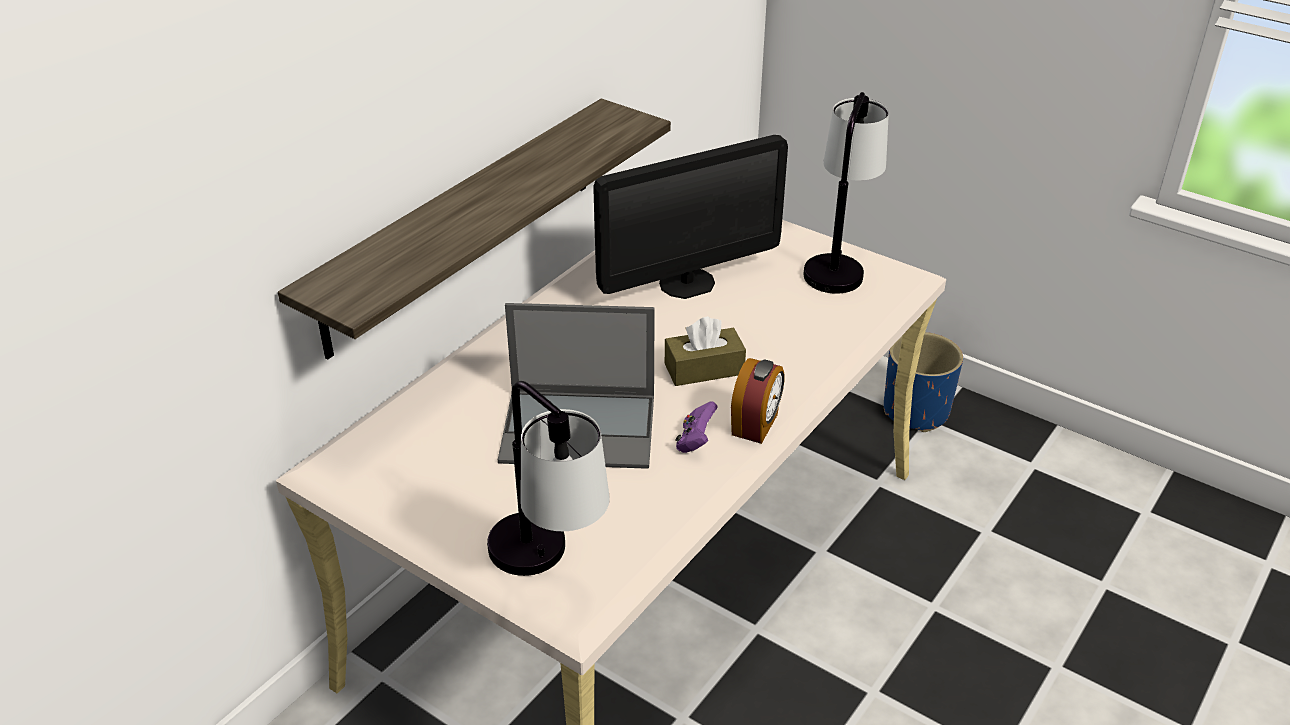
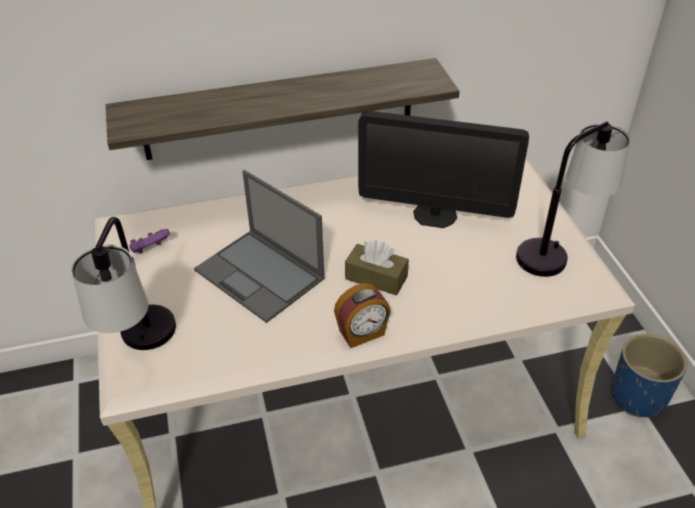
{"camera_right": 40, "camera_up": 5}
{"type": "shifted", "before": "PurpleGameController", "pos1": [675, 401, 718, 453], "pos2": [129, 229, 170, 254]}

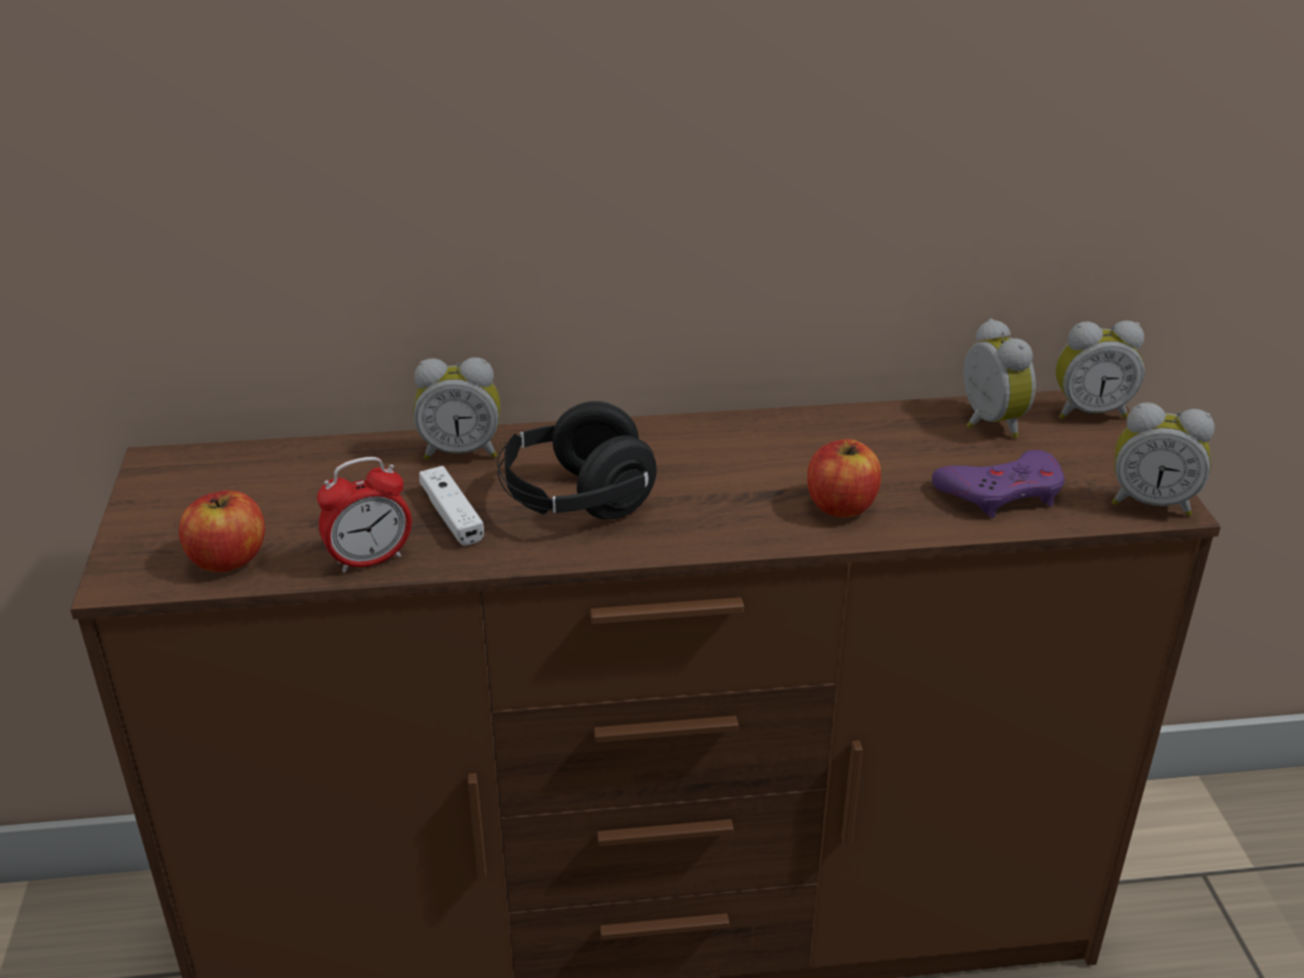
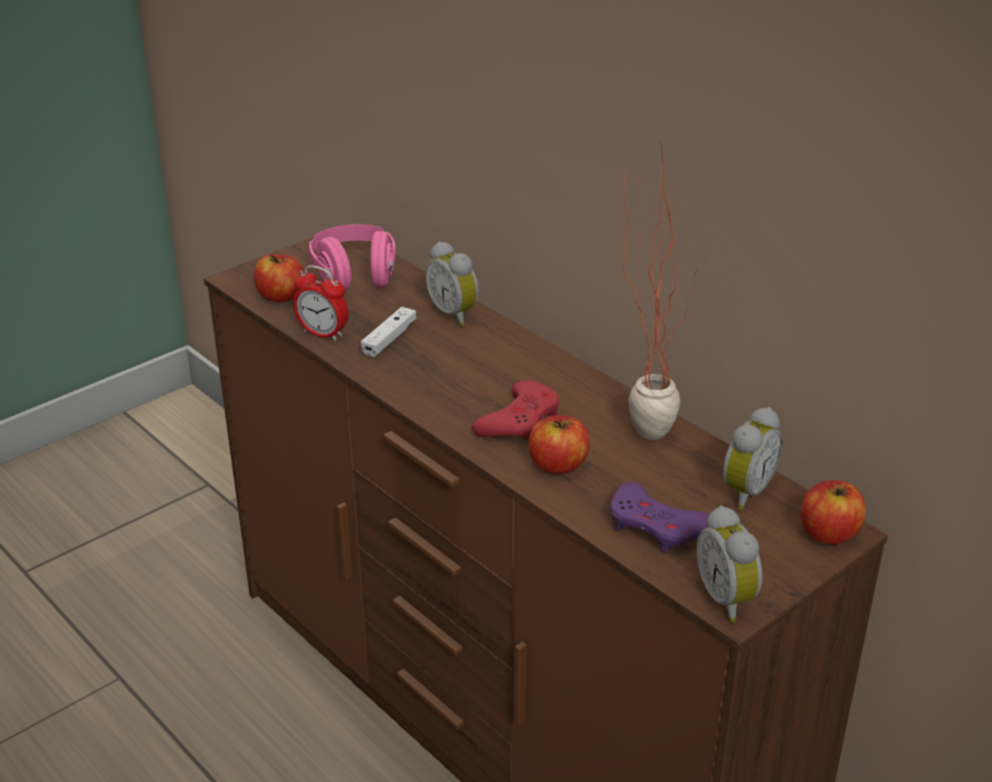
{"camera_right": 55, "camera_up": 0}
{"type": "swapped", "before": "AlarmClock", "after": "Apple", "pos1": [1055, 321, 1145, 420], "pos2": [801, 480, 866, 545]}
{"type": "gone", "before": "BlackHeadphones", "pos1": [497, 401, 657, 519]}
{"type": "new", "after": "PottedPlant", "pos2": [623, 140, 697, 441]}
{"type": "new", "after": "PinkHeadphones", "pos2": [309, 224, 396, 291]}
{"type": "new", "after": "RedGameController", "pos2": [472, 380, 559, 440]}

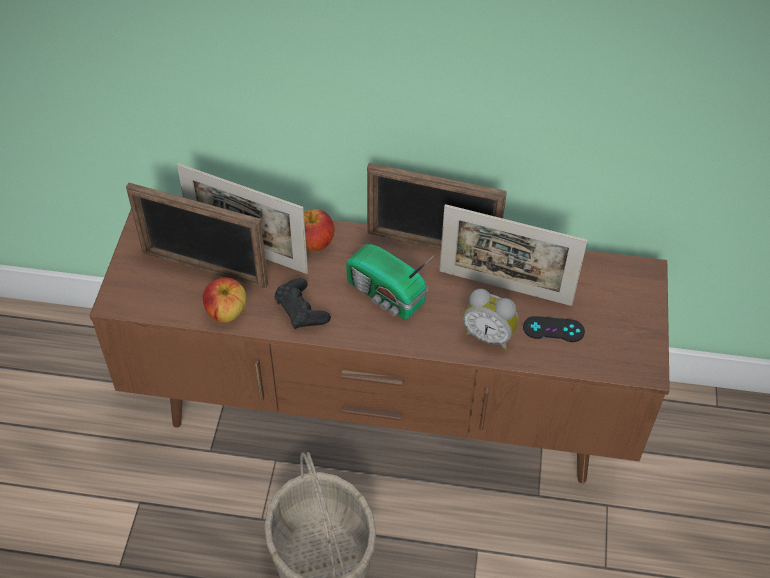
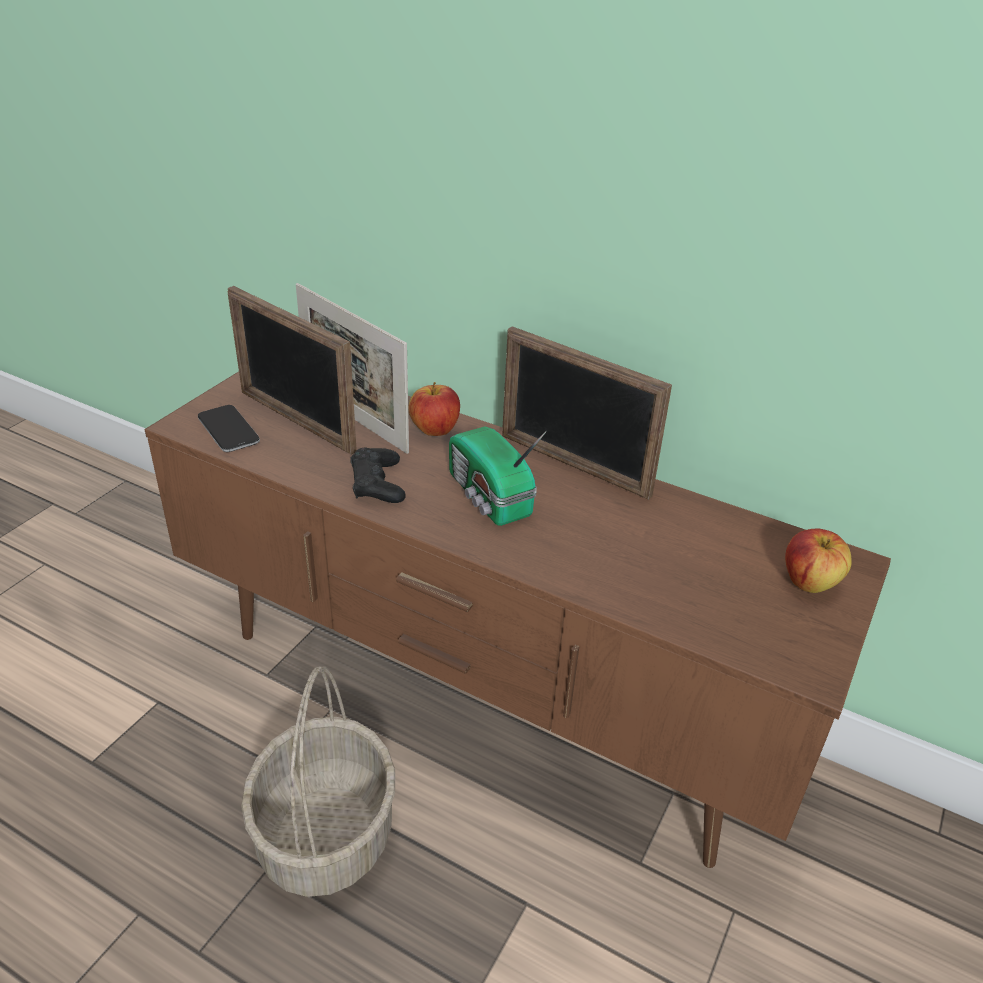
{"camera_right": 20, "camera_up": -15}
{"type": "gone", "before": "PictureFrame", "pos1": [439, 204, 588, 306]}
{"type": "shifted", "before": "Apple", "pos1": [203, 278, 247, 323], "pos2": [785, 529, 852, 593]}
{"type": "gone", "before": "AlarmClock", "pos1": [463, 289, 519, 350]}
{"type": "gone", "before": "BlackGameController", "pos1": [523, 316, 585, 342]}
{"type": "new", "after": "Phone", "pos2": [198, 405, 260, 452]}

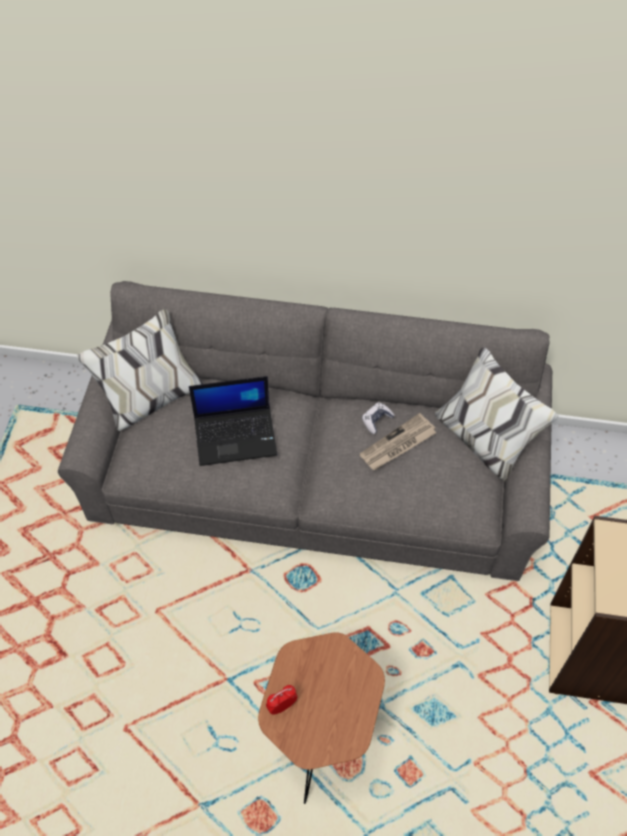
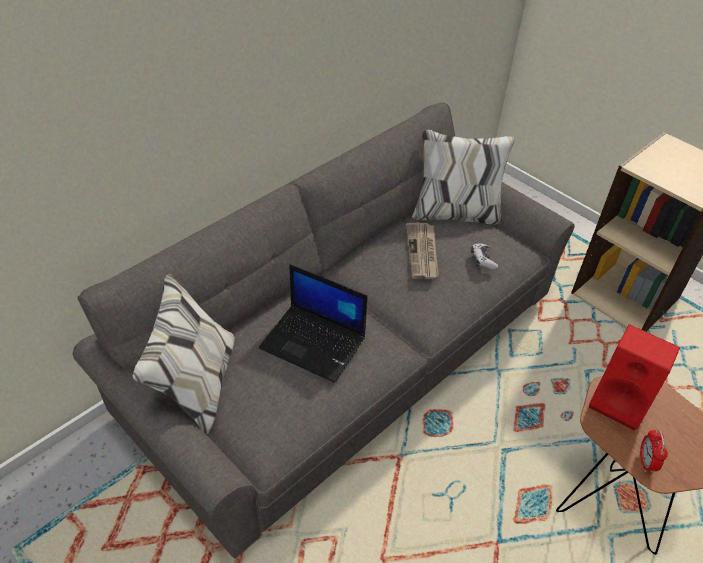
{"camera_right": -55, "camera_up": -10}
{"type": "rotated", "before": "Laptop", "pos1": [189, 376, 277, 466], "pos2": [259, 264, 368, 383], "turn": 90}
{"type": "shifted", "before": "GameController", "pos1": [362, 402, 395, 434], "pos2": [471, 243, 498, 270]}
{"type": "new", "after": "RedSpeaker", "pos2": [589, 324, 680, 431]}

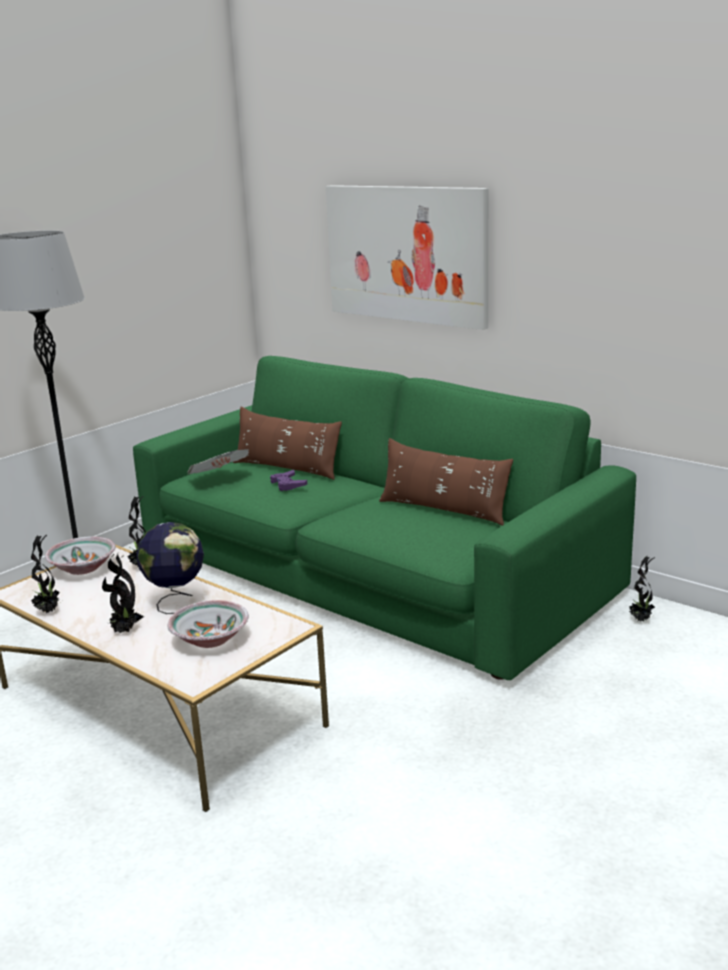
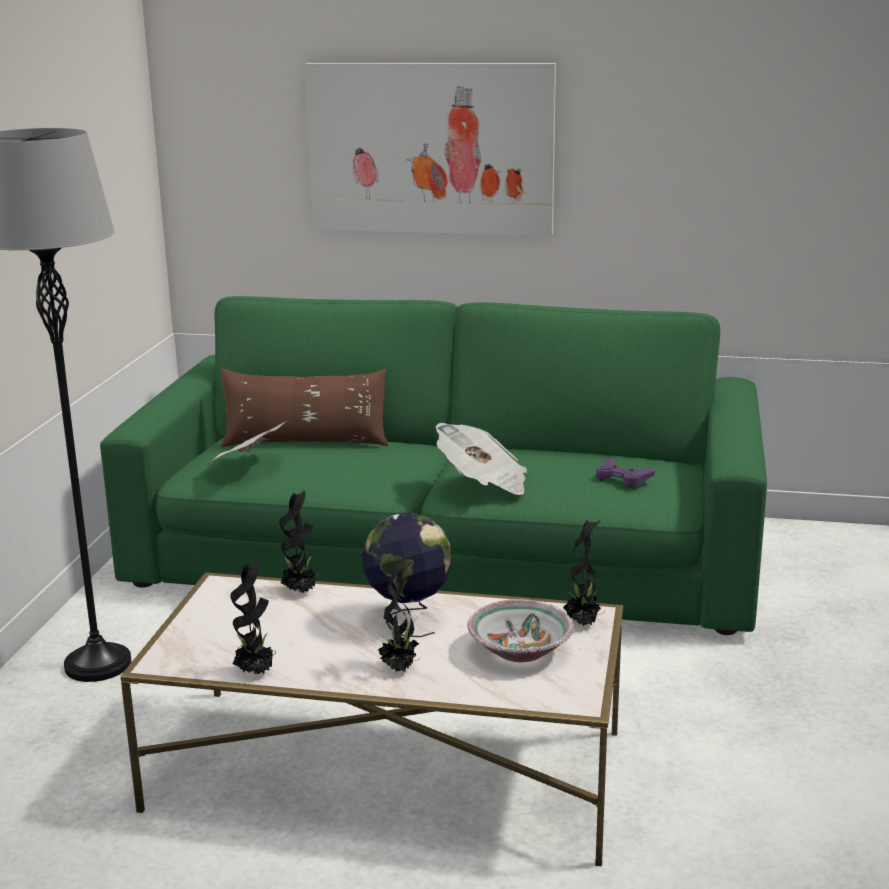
{"camera_right": -30, "camera_up": 0}
{"type": "gone", "before": "BrownPillow", "pos1": [379, 438, 513, 526]}
{"type": "shifted", "before": "PurpleGameController", "pos1": [270, 470, 307, 491], "pos2": [596, 458, 655, 488]}
{"type": "gone", "before": "Bowl", "pos1": [45, 536, 116, 575]}
{"type": "shifted", "before": "PottedPlant", "pos1": [629, 556, 655, 622], "pos2": [563, 520, 605, 625]}
{"type": "new", "after": "Newspaper", "pos2": [436, 423, 527, 495]}

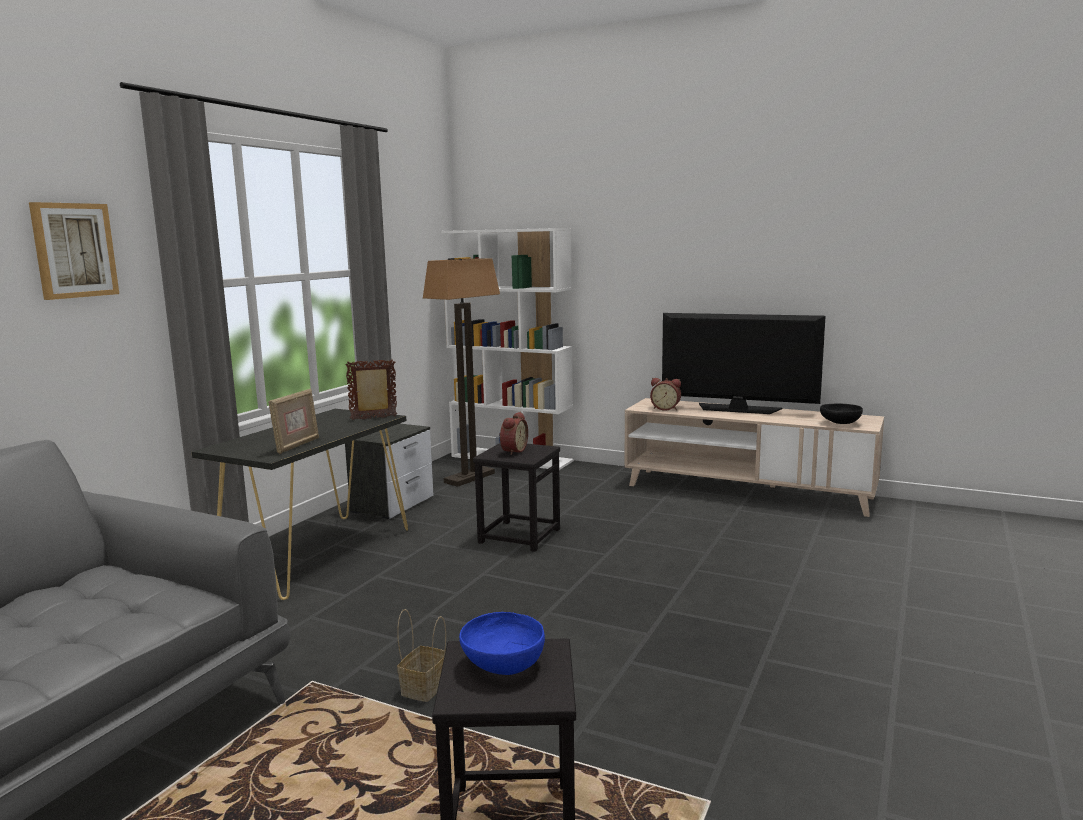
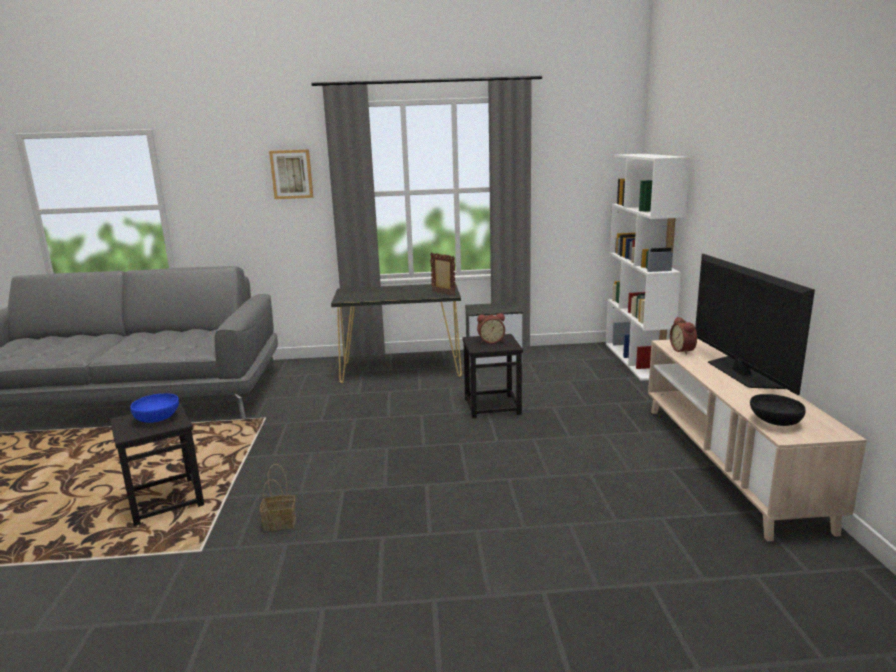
{"camera_right": 60, "camera_up": 5}
{"type": "gone", "before": "FloorLamp", "pos1": [423, 258, 500, 487]}
{"type": "gone", "before": "PictureFrame", "pos1": [268, 388, 319, 454]}
{"type": "shifted", "before": "Basket", "pos1": [397, 609, 446, 702], "pos2": [260, 464, 296, 531]}

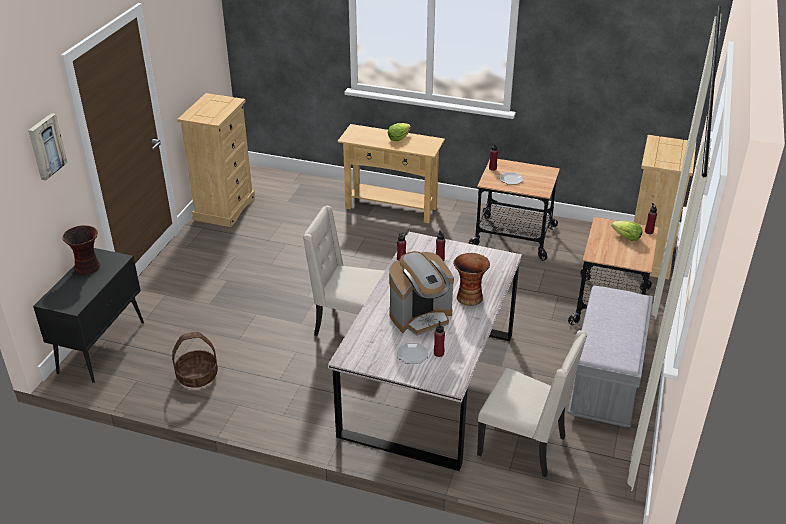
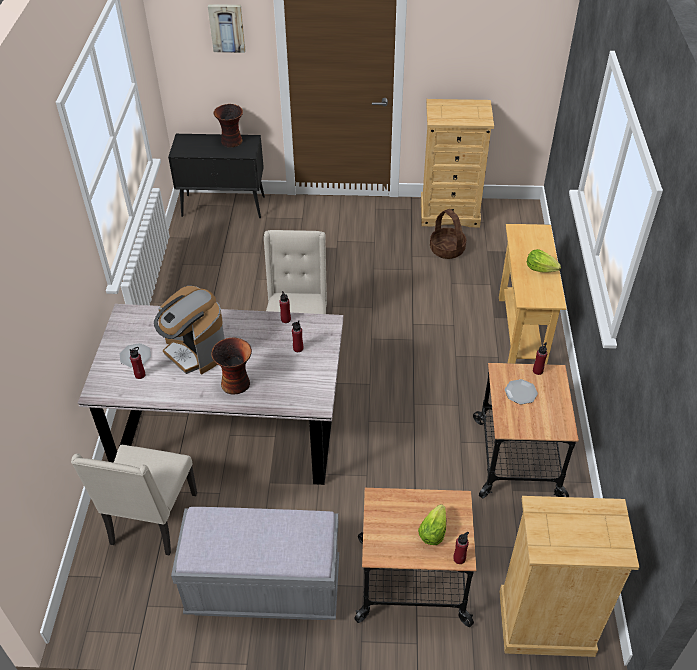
{"camera_right": 75, "camera_up": 10}
{"type": "shifted", "before": "Basket", "pos1": [172, 332, 218, 388], "pos2": [430, 209, 466, 259]}

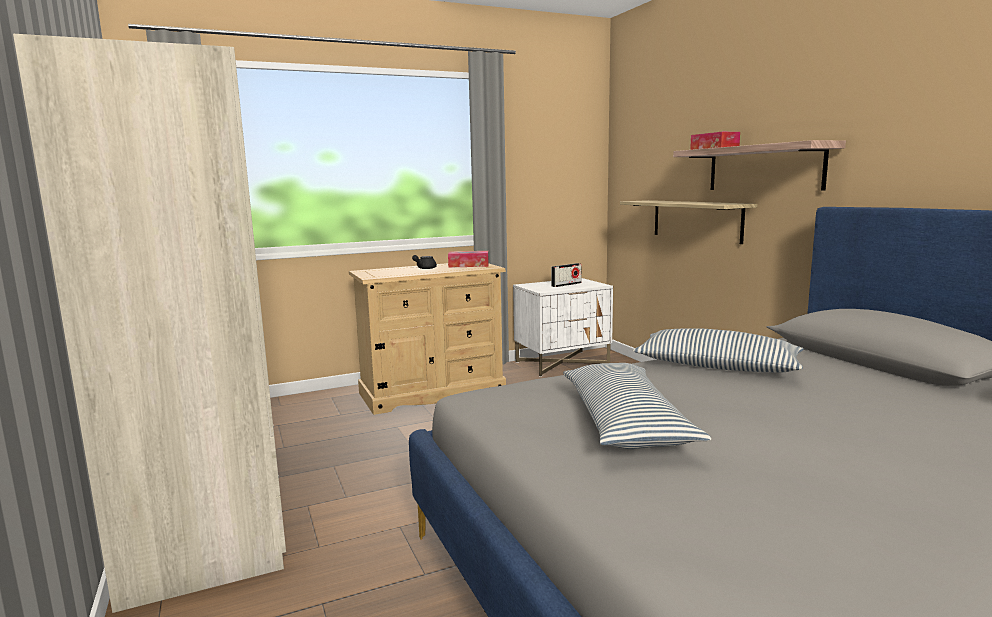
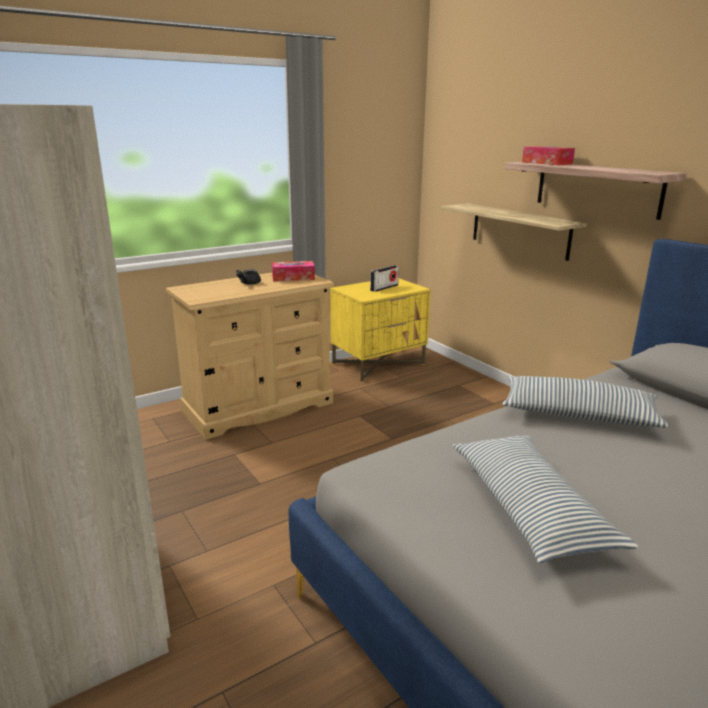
{"camera_right": -10, "camera_up": 10}
{"type": "repainted", "before": "WhiteNightstand", "after": "YellowNightstand", "pos1": [513, 278, 613, 377], "pos2": [330, 278, 431, 382]}

